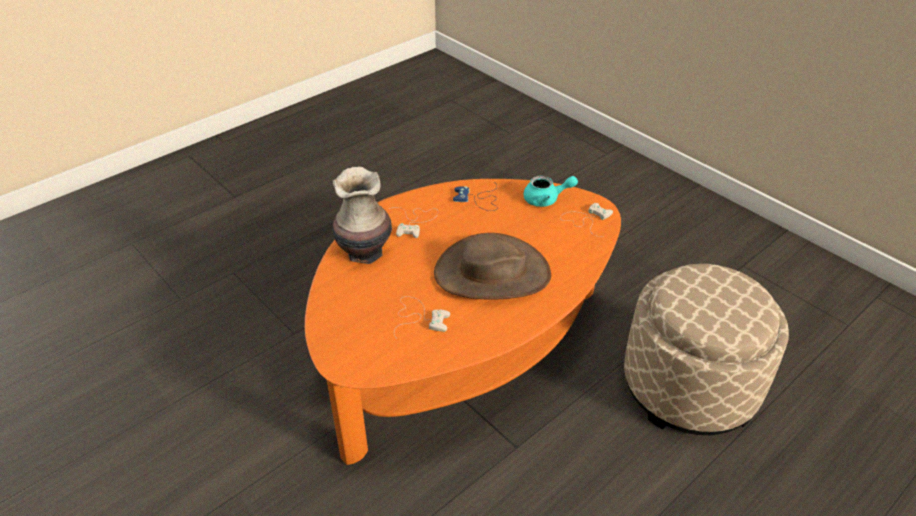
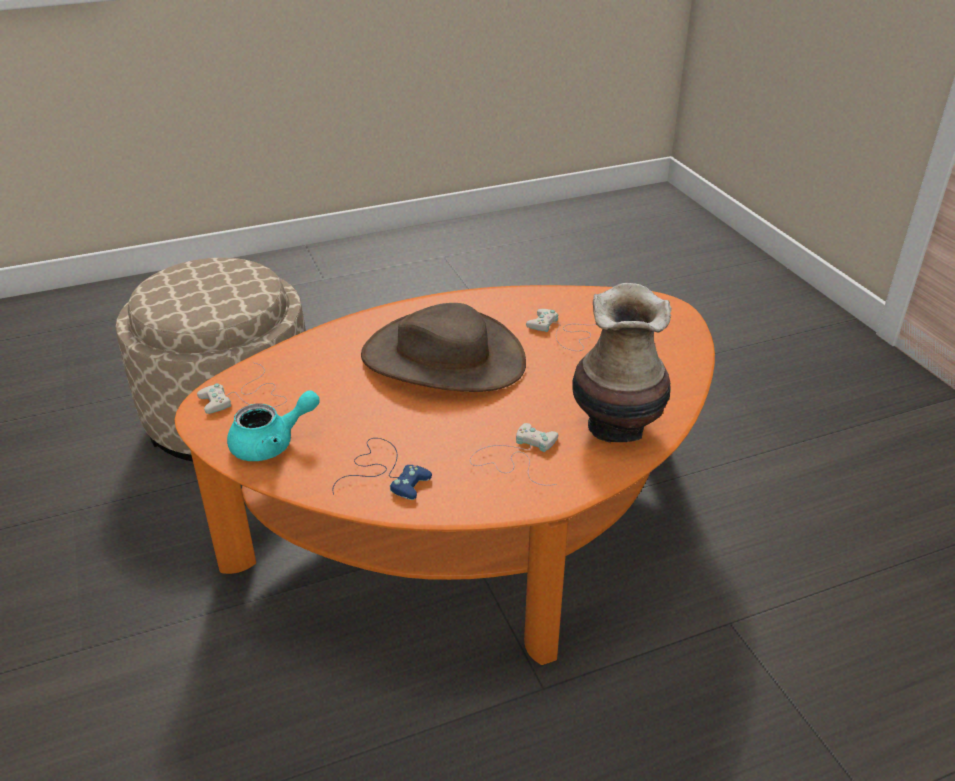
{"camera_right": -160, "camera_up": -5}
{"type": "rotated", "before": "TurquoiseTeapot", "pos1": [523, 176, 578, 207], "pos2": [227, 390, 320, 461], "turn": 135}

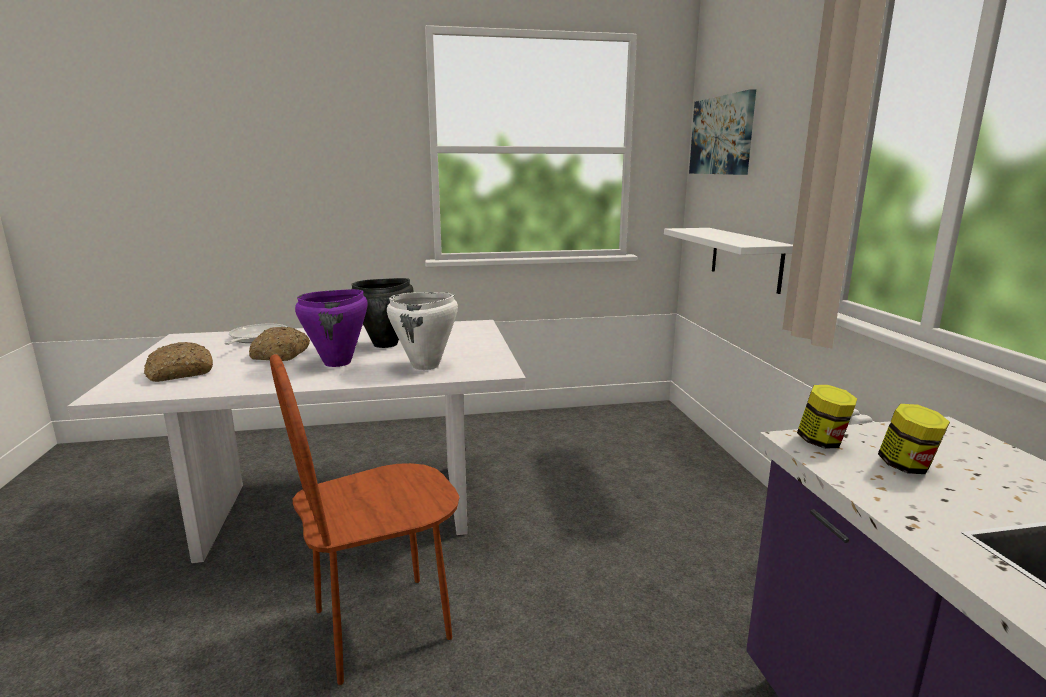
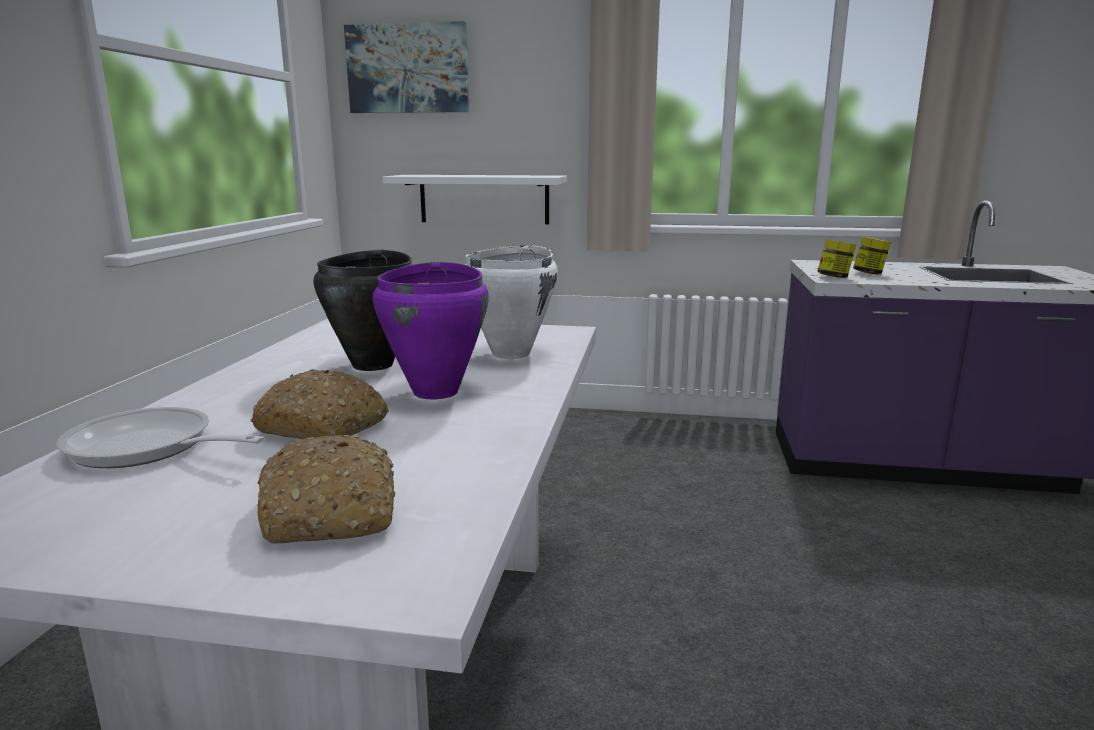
{"camera_right": -70, "camera_up": 0}
{"type": "gone", "before": "BrownChair", "pos1": [270, 354, 460, 685]}

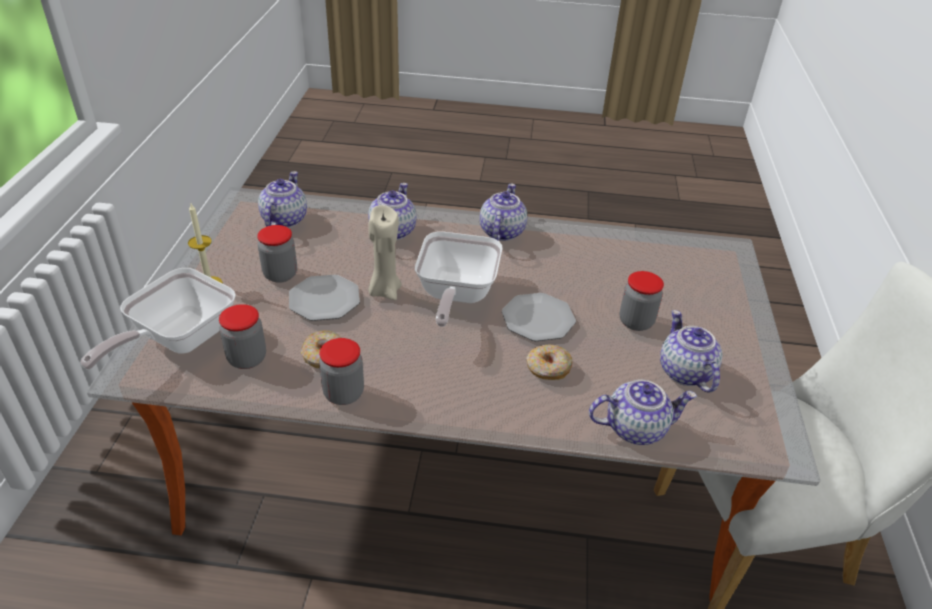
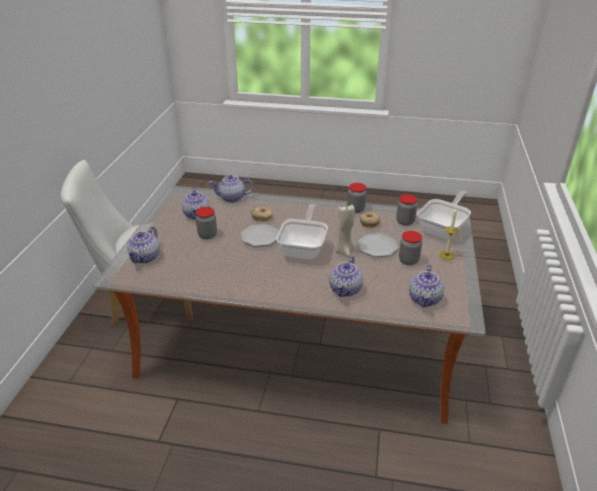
{"camera_right": -175, "camera_up": -5}
{"type": "shifted", "before": "Teapot", "pos1": [480, 184, 527, 241], "pos2": [127, 226, 160, 263]}

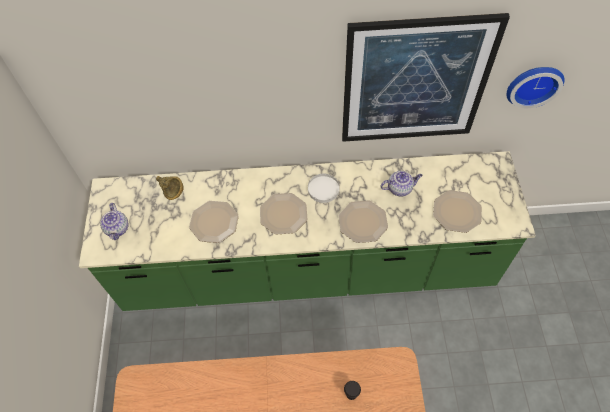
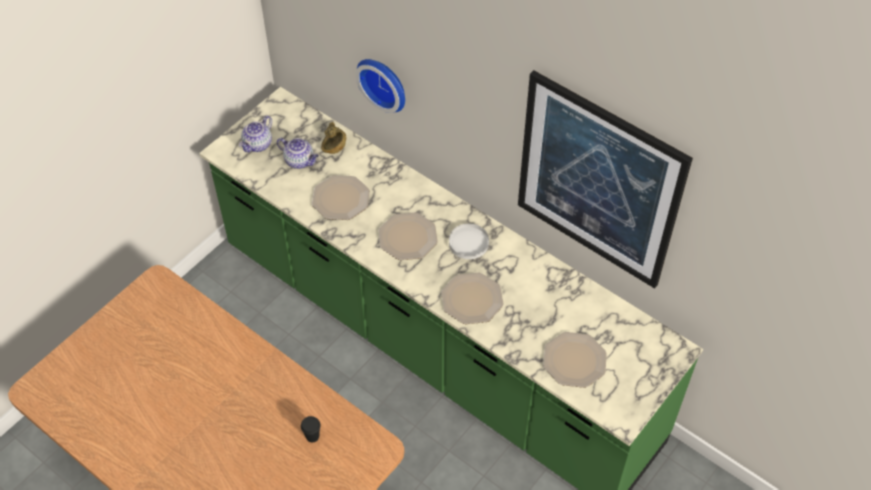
{"camera_right": 40, "camera_up": -5}
{"type": "shifted", "before": "WallClock", "pos1": [507, 67, 565, 108], "pos2": [355, 59, 405, 113]}
{"type": "shifted", "before": "Teapot", "pos1": [381, 171, 423, 197], "pos2": [277, 138, 319, 169]}

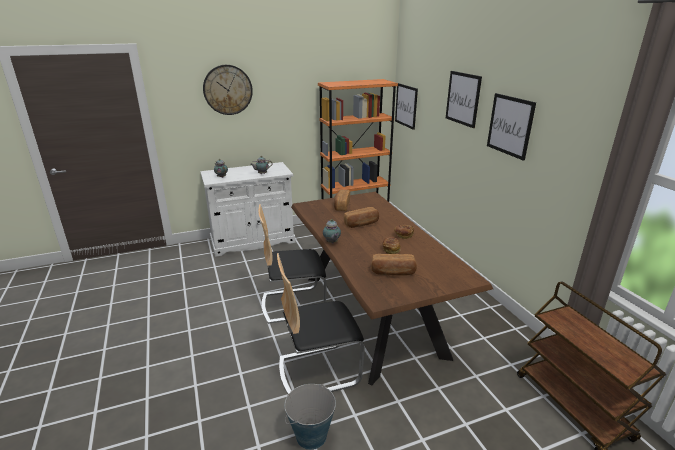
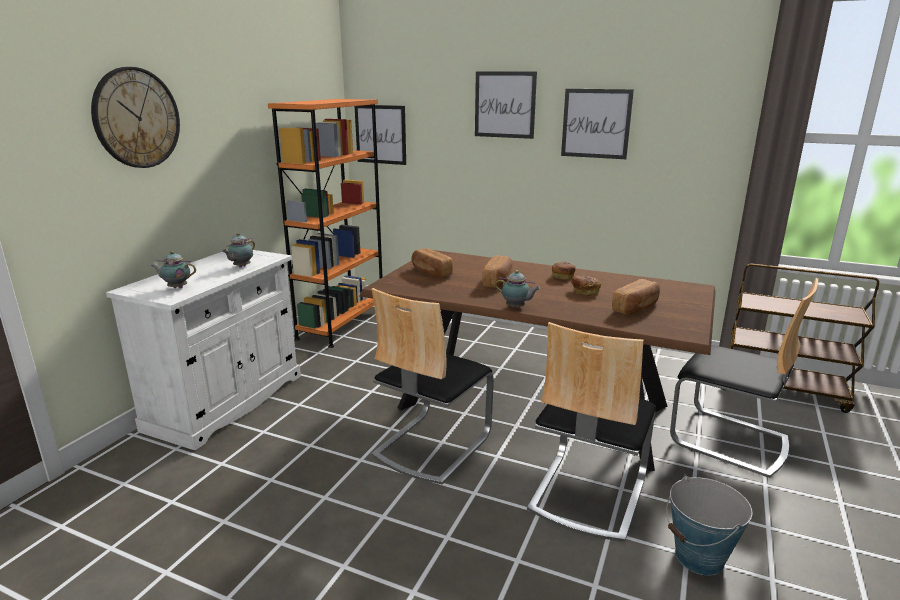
{"camera_right": -45, "camera_up": -5}
{"type": "new", "after": "Chair", "pos2": [670, 278, 818, 478]}

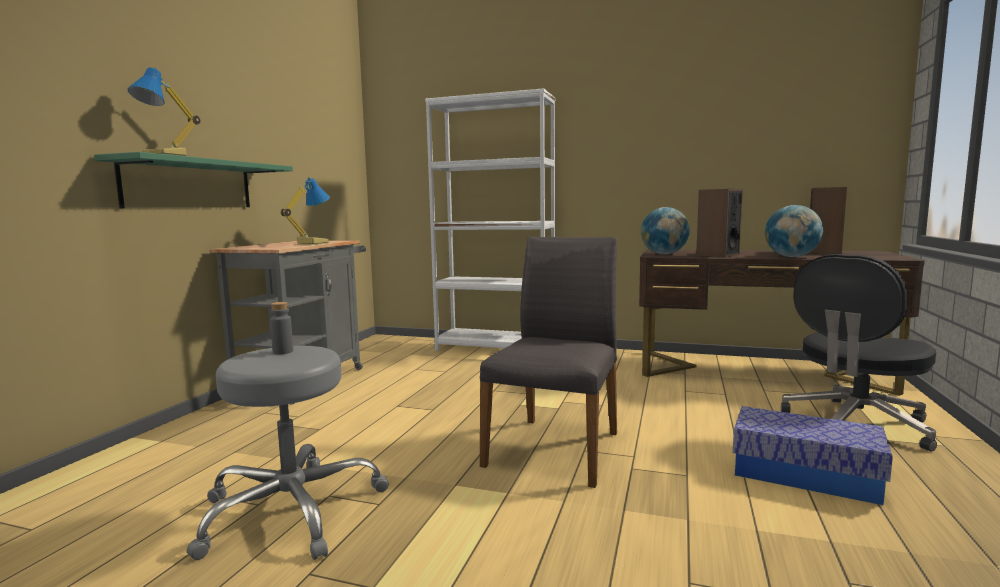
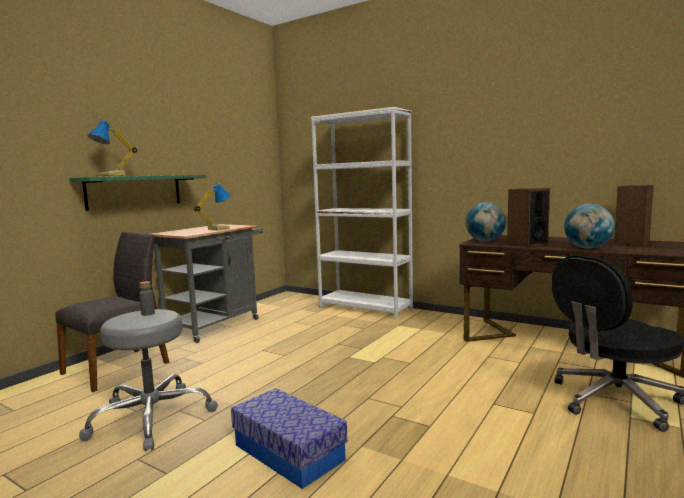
{"camera_right": 15, "camera_up": 0}
{"type": "shifted", "before": "GreyChair", "pos1": [480, 236, 617, 488], "pos2": [55, 232, 169, 392]}
{"type": "shifted", "before": "StorageBox", "pos1": [733, 406, 893, 505], "pos2": [231, 388, 348, 489]}

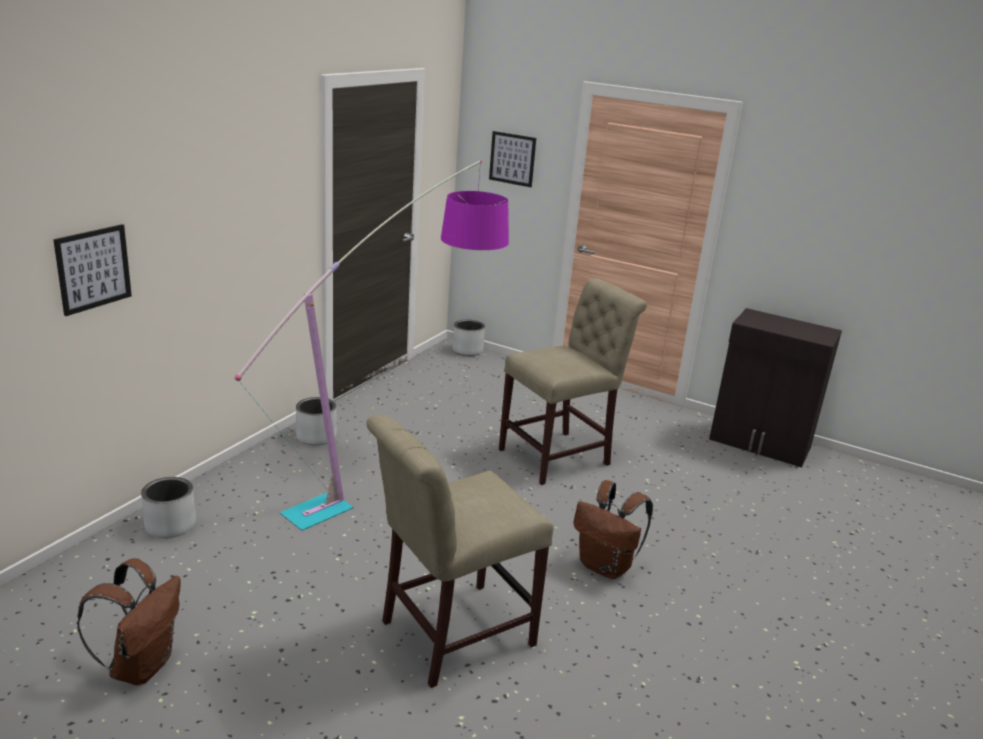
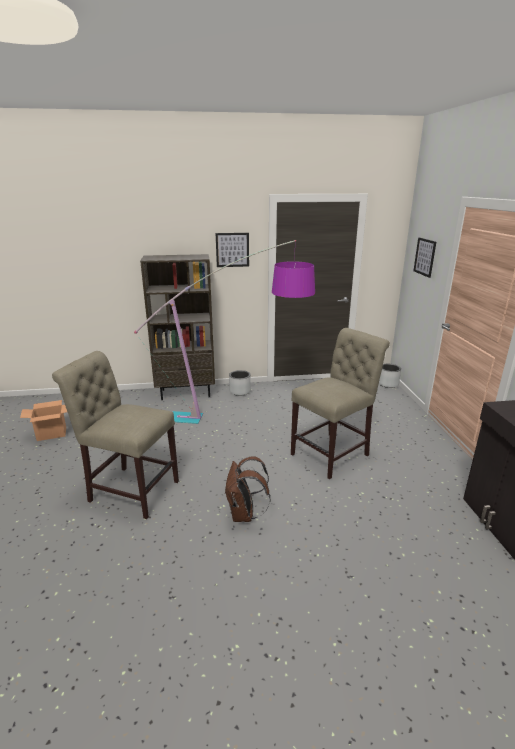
{"camera_right": 55, "camera_up": 0}
{"type": "shifted", "before": "Picture", "pos1": [53, 224, 132, 316], "pos2": [216, 233, 249, 267]}
{"type": "rotated", "before": "BeigeChair", "pos1": [499, 278, 647, 485], "pos2": [291, 328, 390, 479], "turn": -60}
{"type": "gone", "before": "GreyPlanter", "pos1": [141, 477, 196, 538]}
{"type": "swapped", "before": "BrownBackpack", "after": "CardboardBox", "pos1": [77, 558, 181, 686], "pos2": [20, 400, 67, 441]}
{"type": "new", "after": "BrownBookcase", "pos2": [140, 254, 215, 400]}

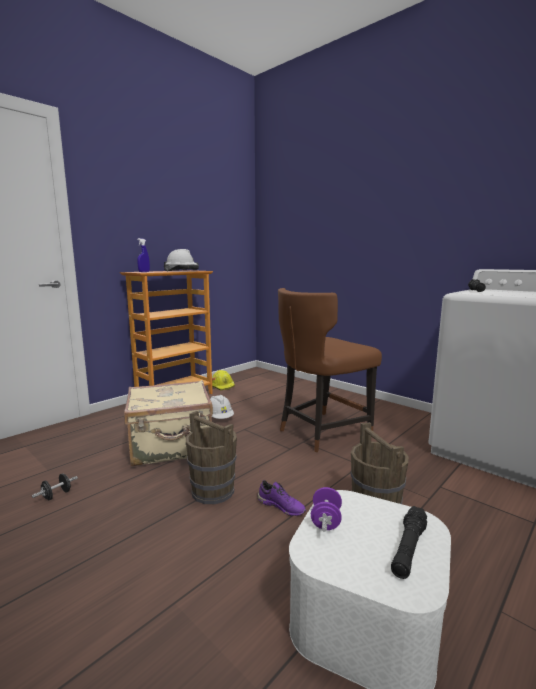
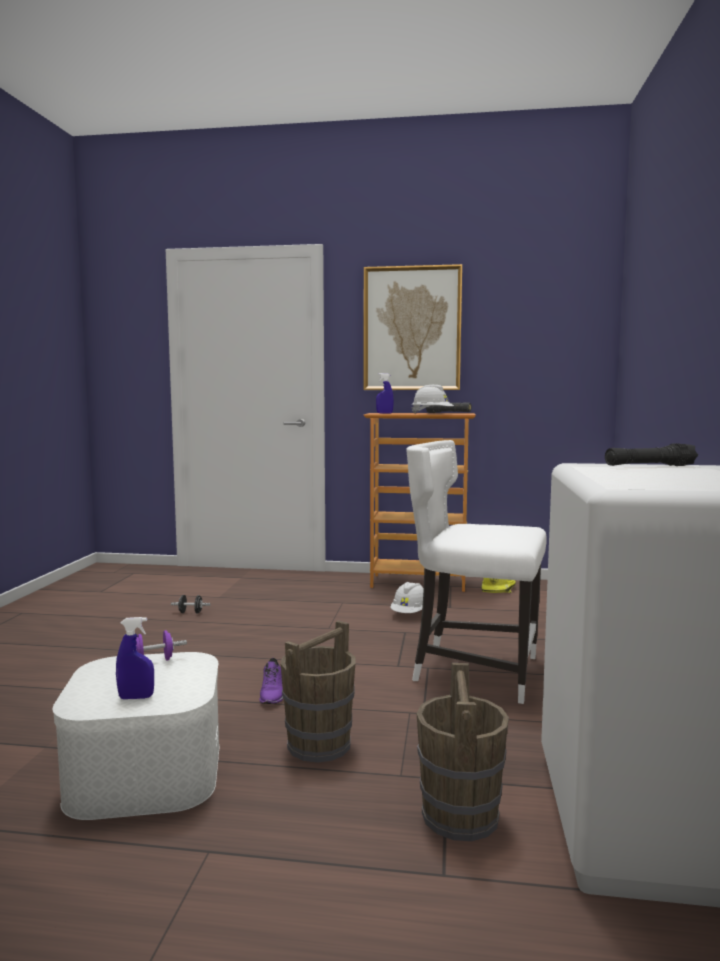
{"camera_right": 55, "camera_up": -5}
{"type": "repainted", "before": "BrownChair", "after": "WhiteChair", "pos1": [278, 288, 382, 452], "pos2": [406, 440, 547, 704]}
{"type": "gone", "before": "BeigeSuitcase", "pos1": [124, 380, 213, 466]}
{"type": "shifted", "before": "BrownBucket", "pos1": [186, 411, 237, 504], "pos2": [417, 663, 509, 841]}
{"type": "swapped", "before": "BlackFlashlight", "after": "BlueSprayBottle", "pos1": [391, 506, 427, 579], "pos2": [116, 617, 154, 699]}
{"type": "new", "after": "Picture", "pos2": [364, 264, 462, 390]}

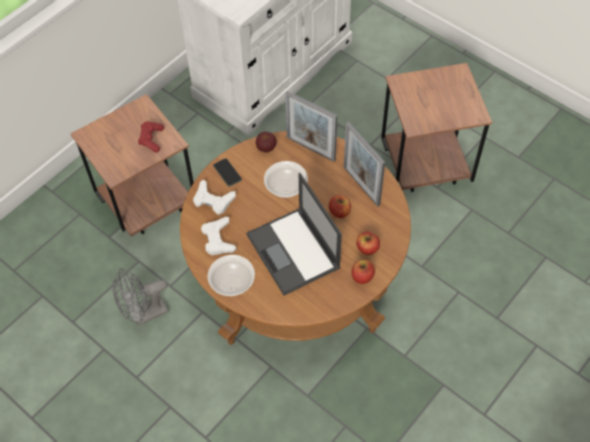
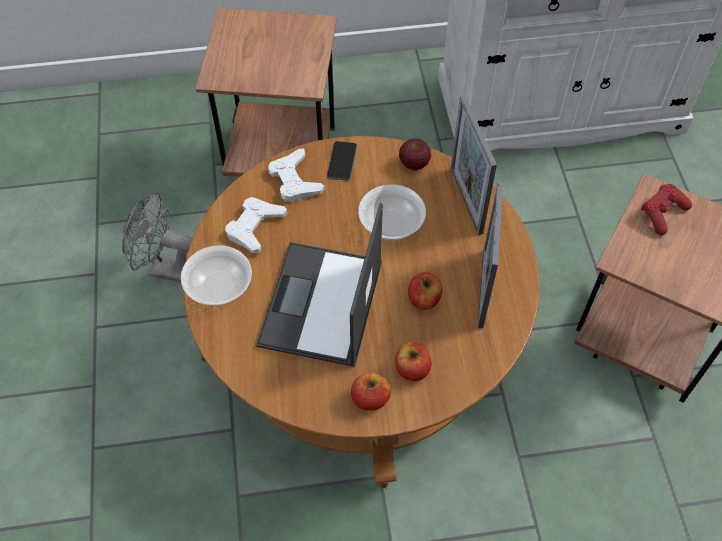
{"camera_right": 40, "camera_up": 0}
{"type": "shifted", "before": "RedGameController", "pos1": [138, 122, 164, 152], "pos2": [641, 184, 692, 235]}

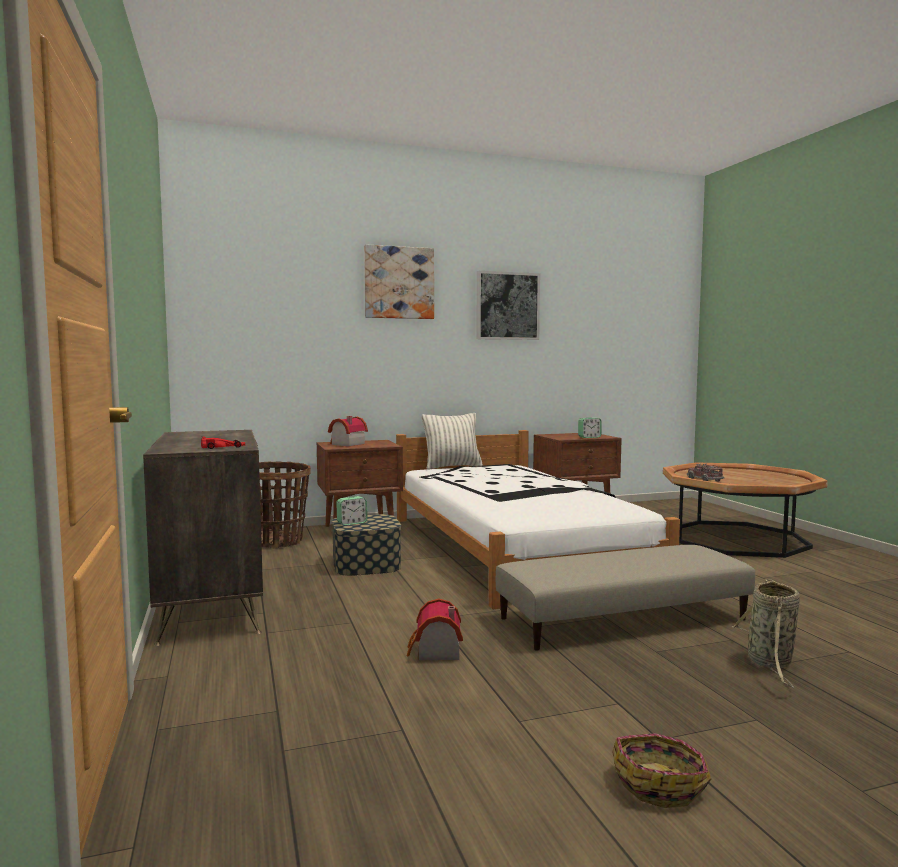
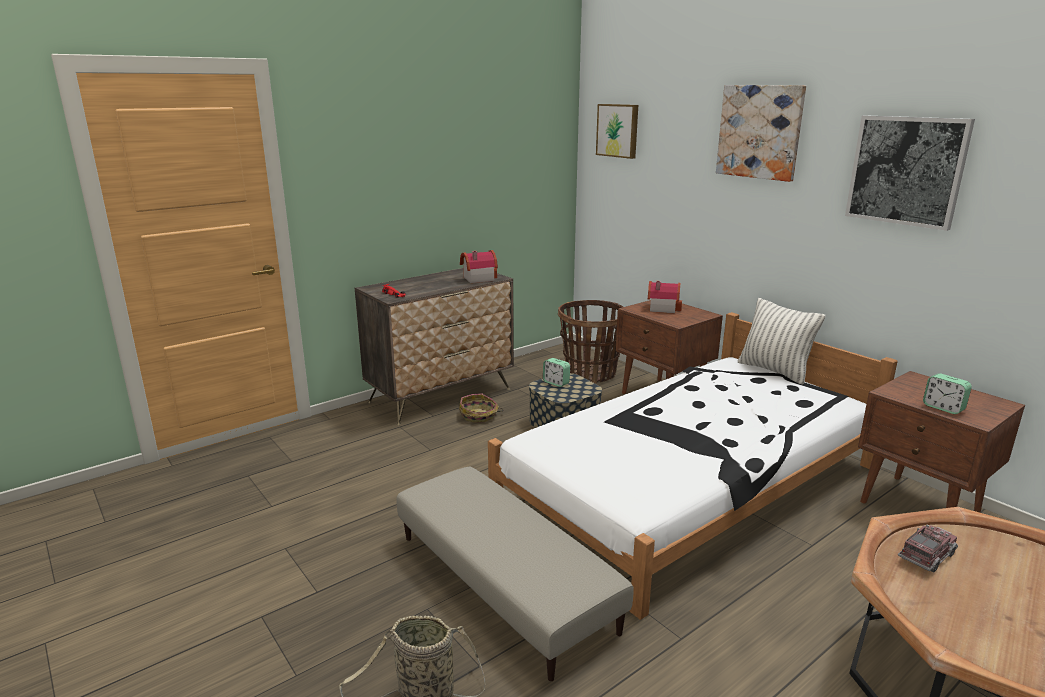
{"camera_right": 70, "camera_up": 15}
{"type": "shifted", "before": "ToyHouse", "pos1": [407, 598, 463, 660], "pos2": [460, 250, 498, 283]}
{"type": "shifted", "before": "Basket", "pos1": [612, 733, 711, 808], "pos2": [459, 393, 503, 423]}
{"type": "new", "after": "Picture", "pos2": [596, 104, 638, 159]}

